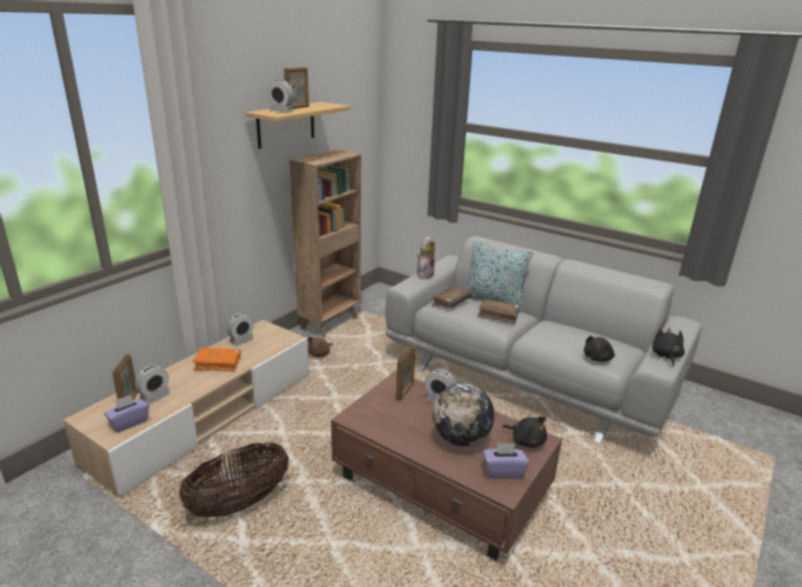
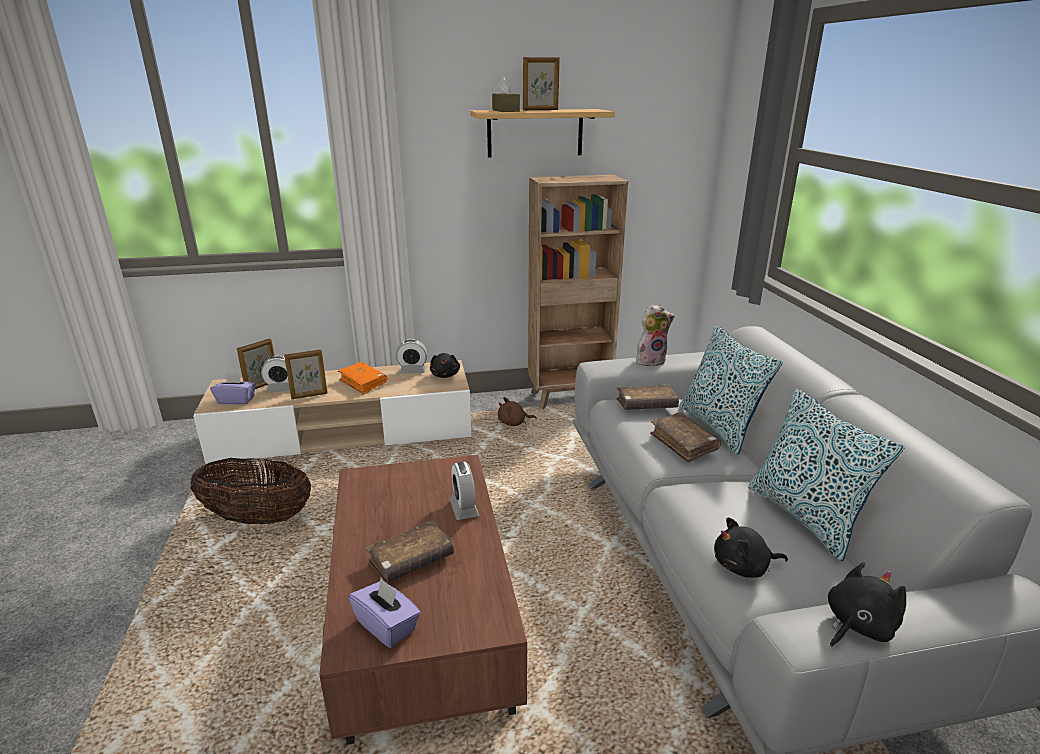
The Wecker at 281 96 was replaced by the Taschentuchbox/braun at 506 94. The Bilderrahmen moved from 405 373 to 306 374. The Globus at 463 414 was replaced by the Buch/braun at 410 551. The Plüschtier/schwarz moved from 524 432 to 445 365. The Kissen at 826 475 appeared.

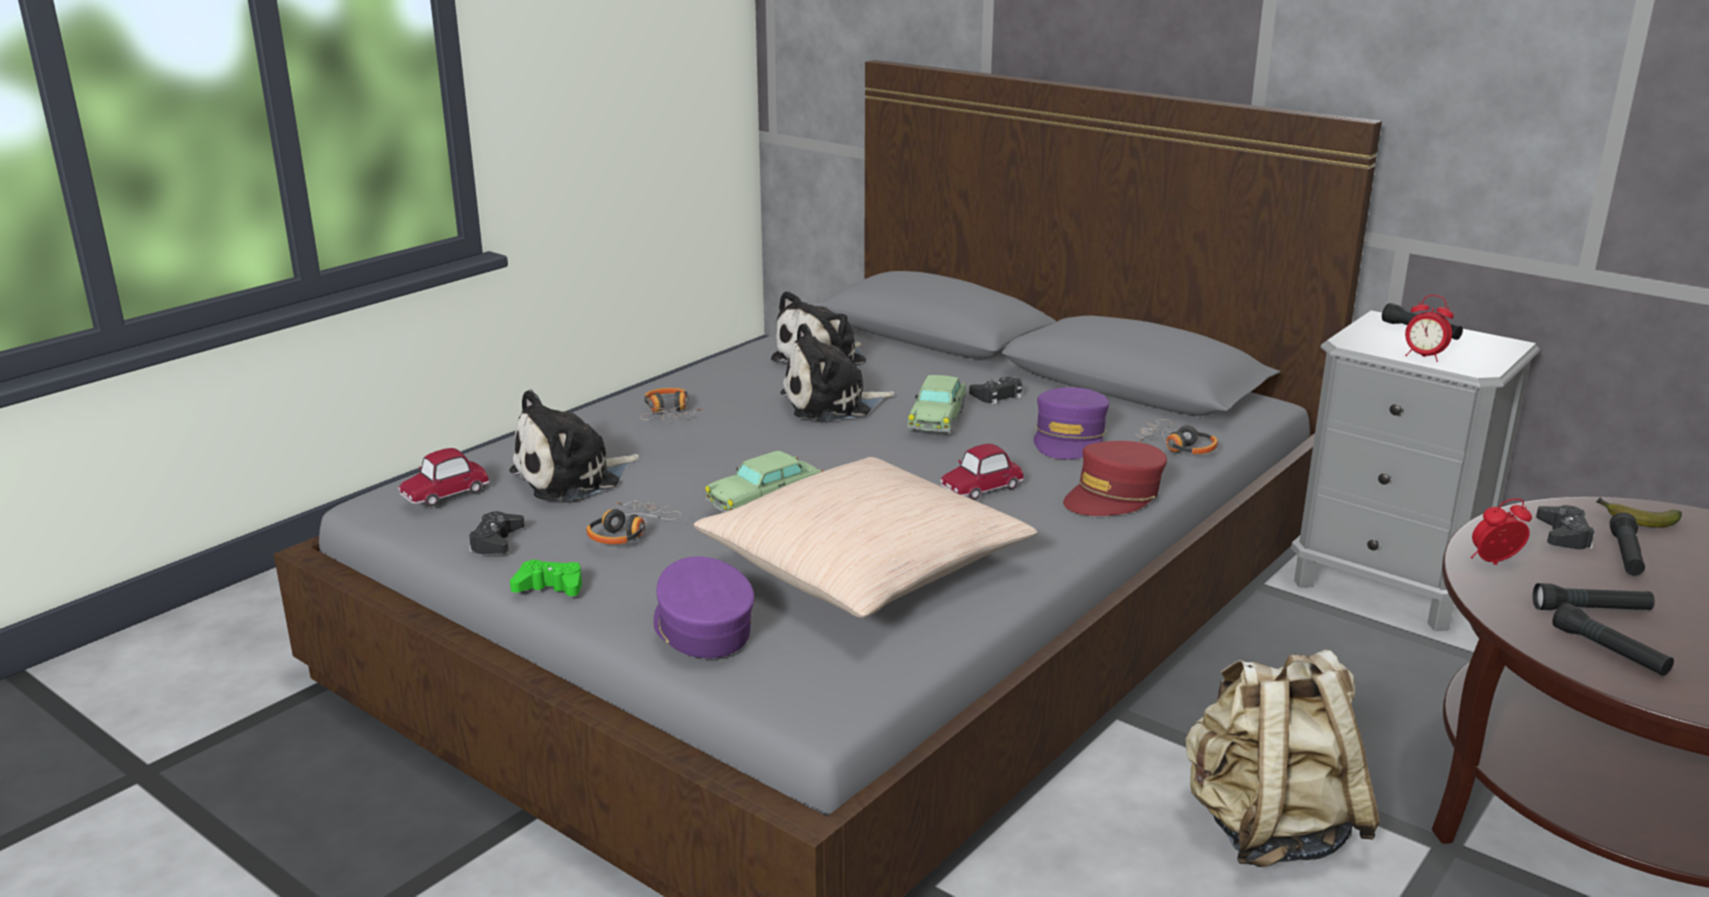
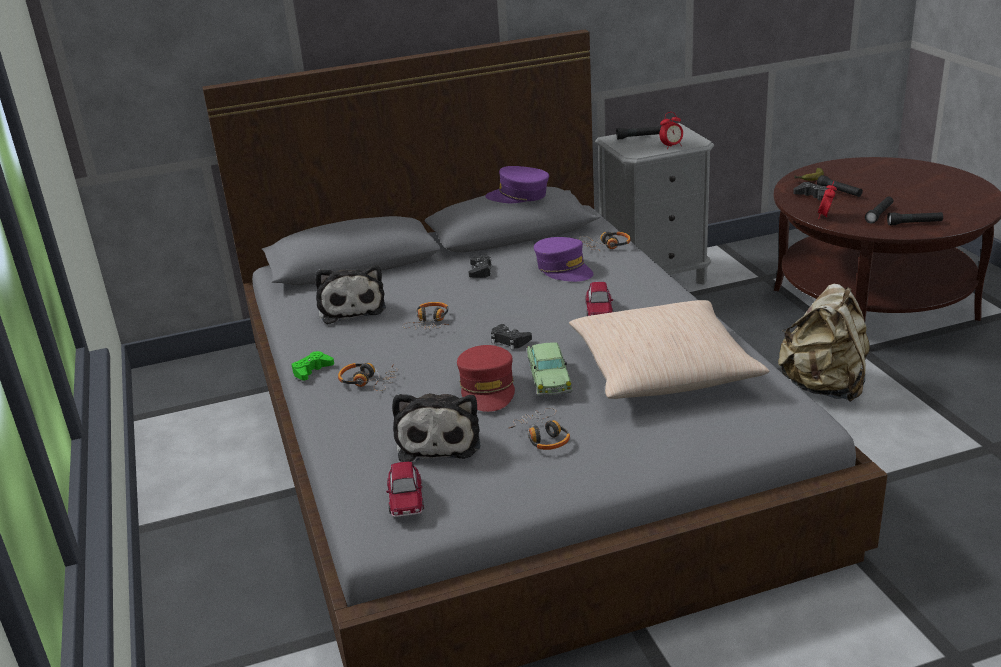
The Gamepad/schwarz moved from 497 532 to 511 337. The Gamepad/grün moved from 546 578 to 313 366. The Kappe/lila moved from 704 607 to 517 184. The Plüschtier at 837 372 was replaced by the Kopfhörer at 425 316. The Spielzeugauto at 936 405 disappeared. The Kappe/rot moved from 1115 478 to 486 378.

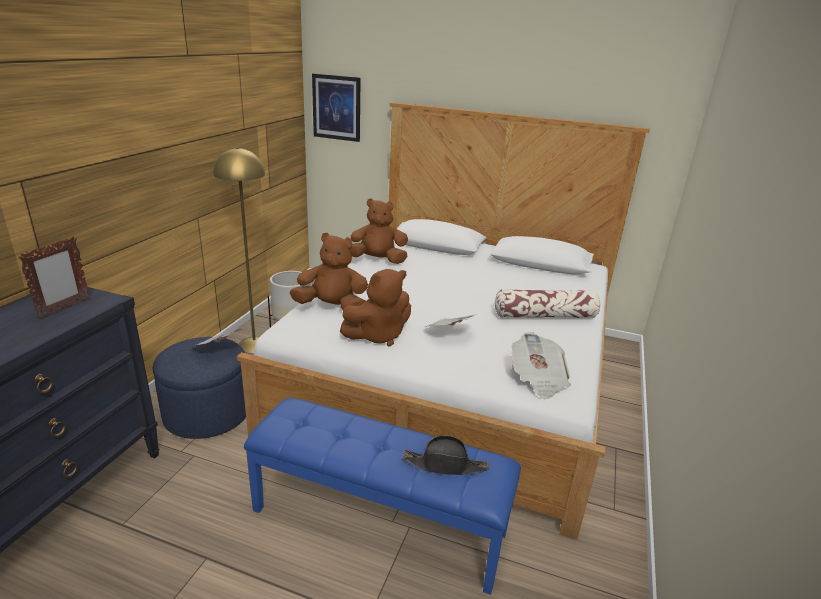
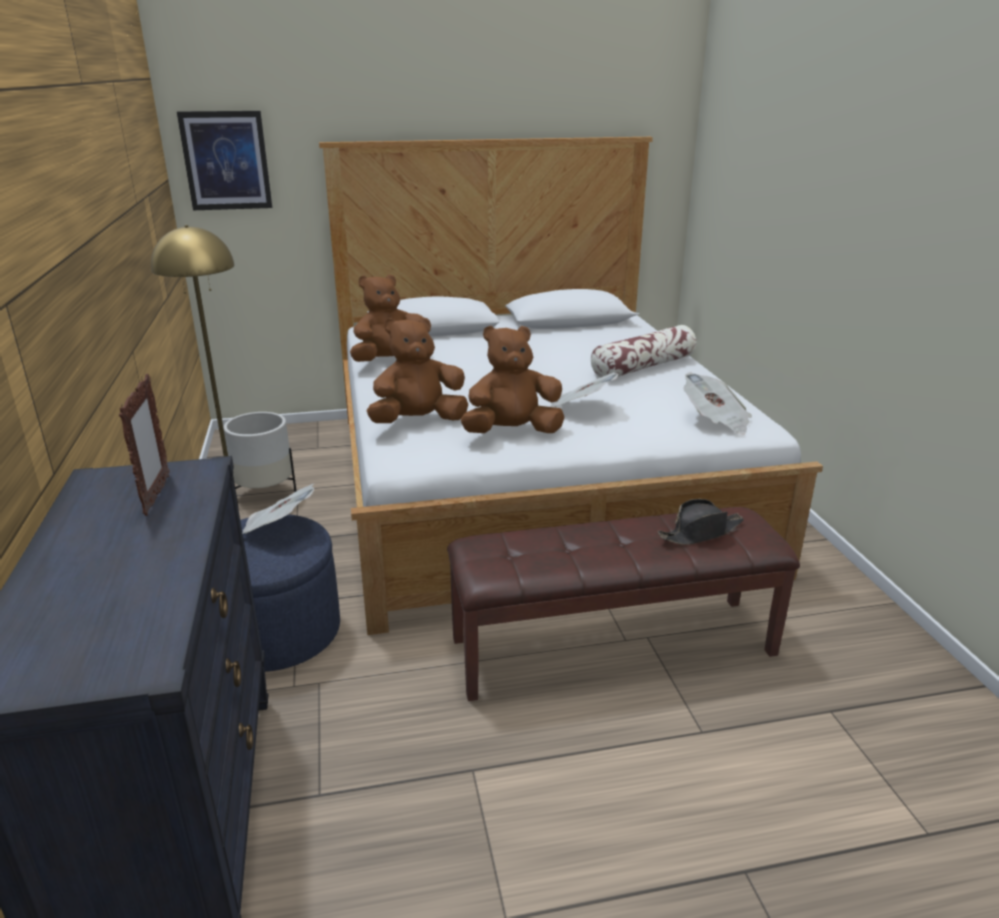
The Bank/blau at 382 496 became the Bank/braun at 623 604. The Plüschtier/braun at 375 308 turned 135 degrees counterclockwise.

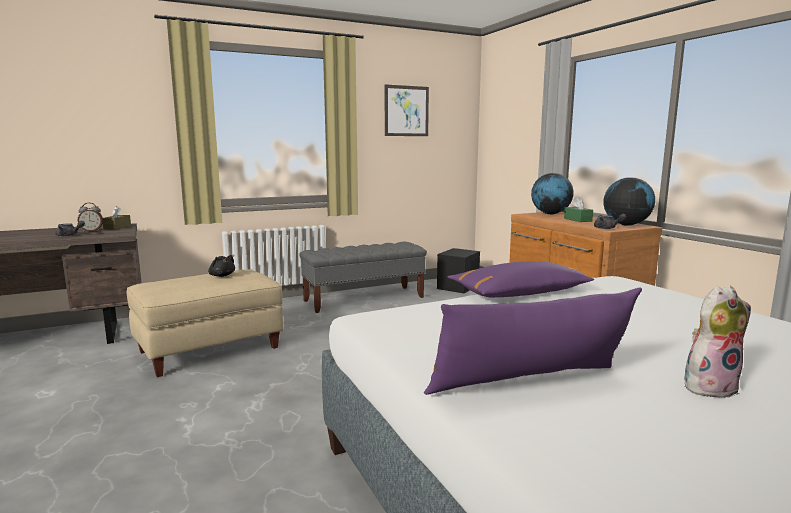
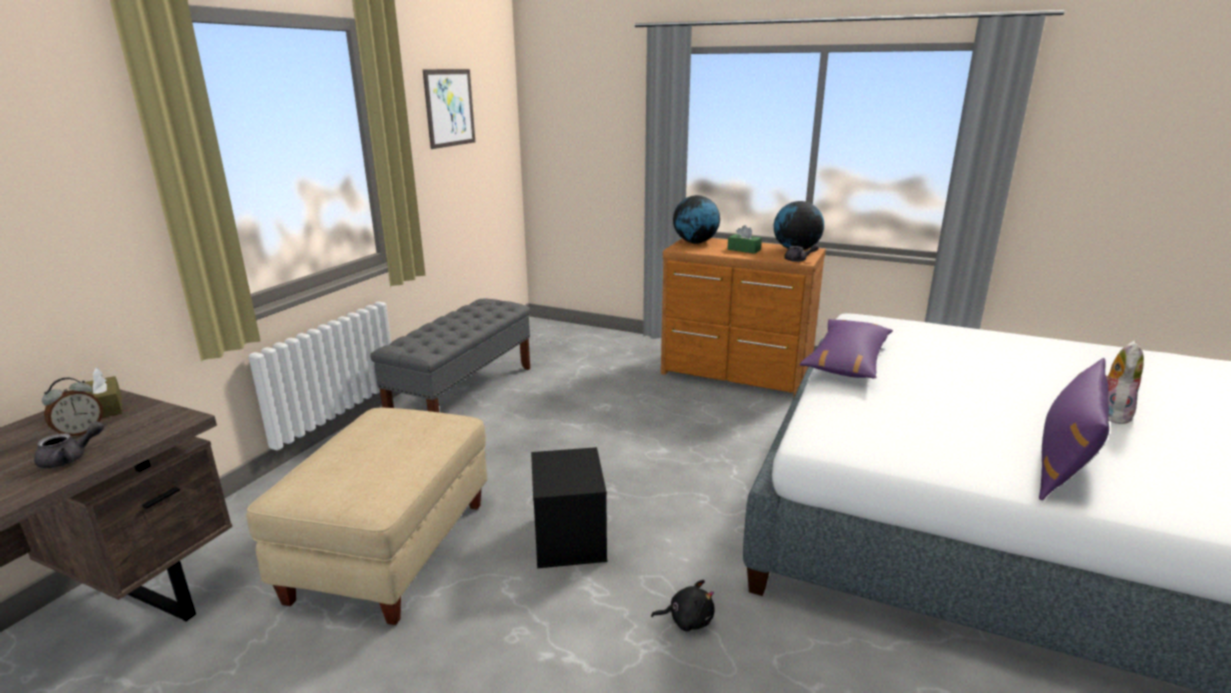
The Plüschtier/schwarz moved from 221 266 to 683 605. The Aufbewahrungsbox/schwarz moved from 458 270 to 569 507.

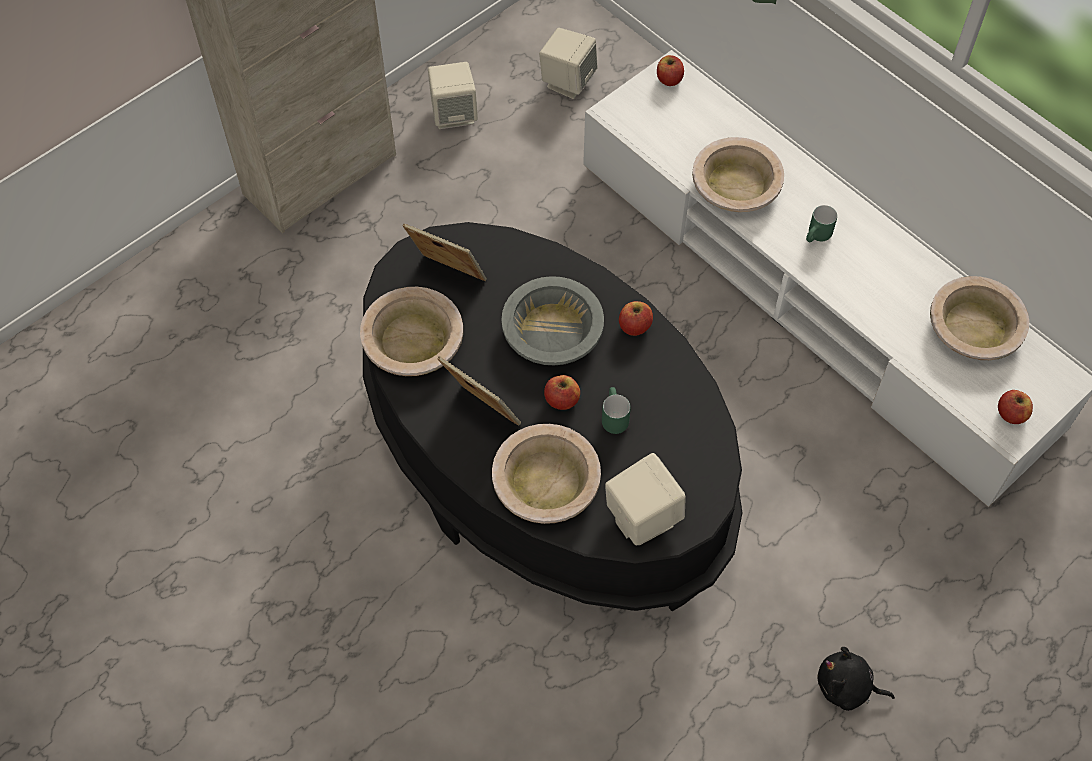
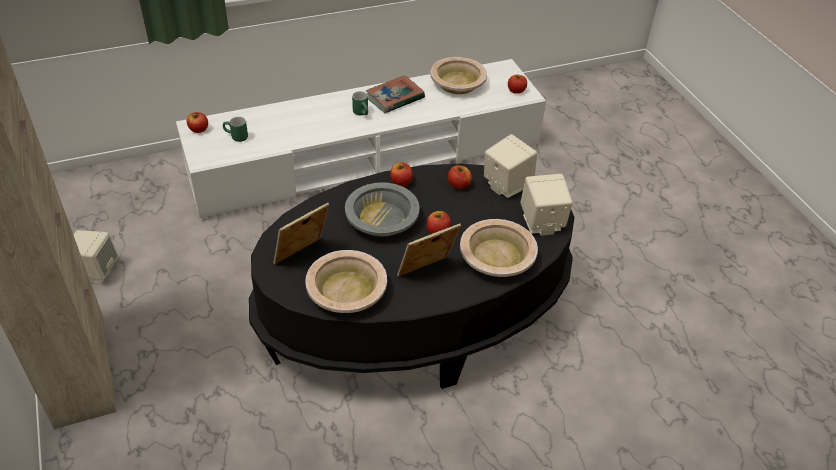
The Lautsprecher/beige moved from 568 63 to 510 166. The Henkelbecher/grün moved from 616 410 to 235 129. The Schüssel/beige at 738 174 disappeared. The Plüschtier/schwarz at 856 679 disappeared. The Buch at 395 94 appeared. The Apfel at 460 177 appeared.

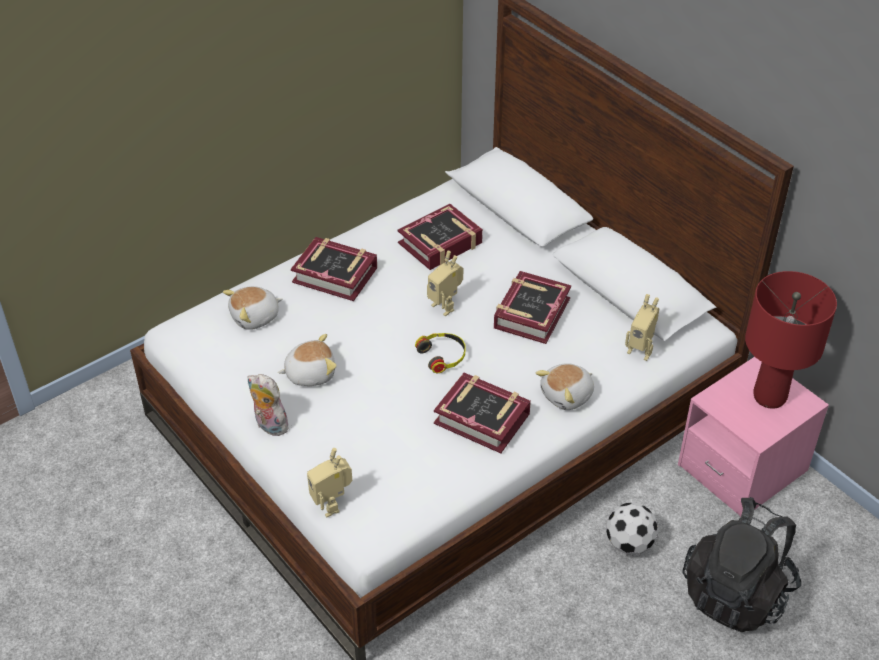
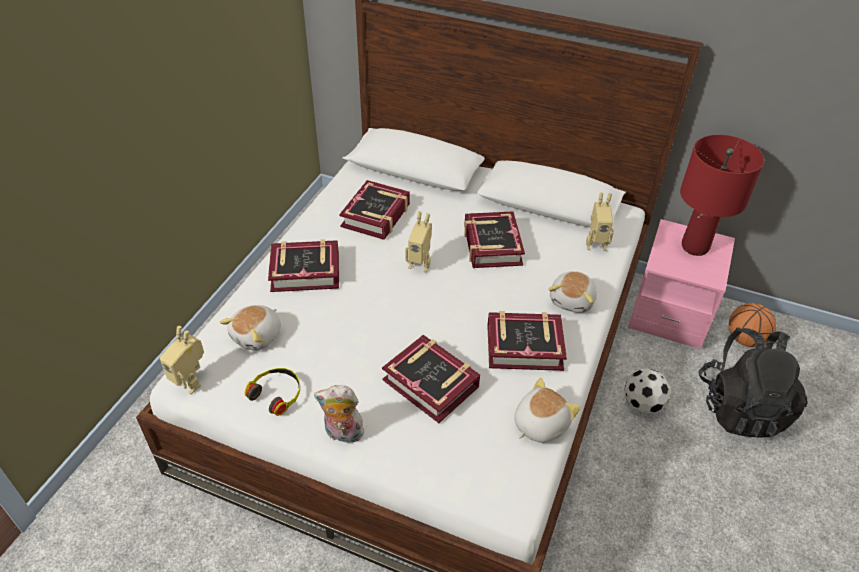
The Plüschtier moved from 307 360 to 547 410. The Spielzeugroboter moved from 329 482 to 182 360. The Kopfhörer moved from 440 353 to 272 392. The Buch at 431 379 appeared. The Basketball at 752 325 appeared.

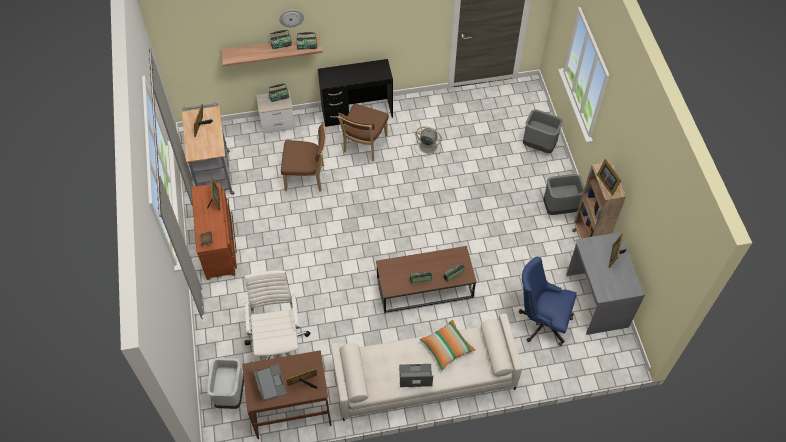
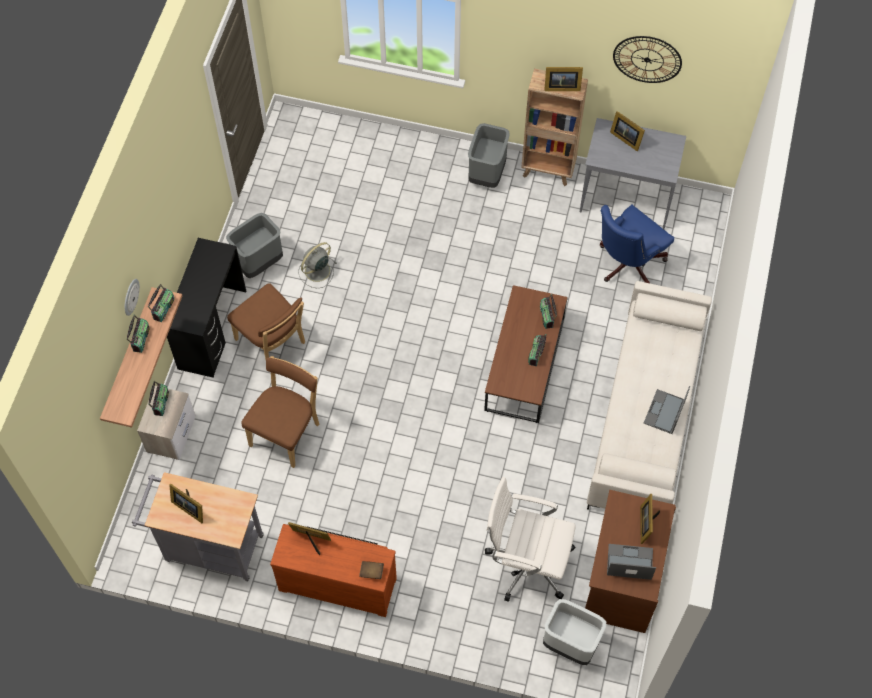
The Kissen at 447 345 disappeared. The Mülleimer/grau moved from 543 131 to 254 245. The Wanduhr at 647 59 appeared.

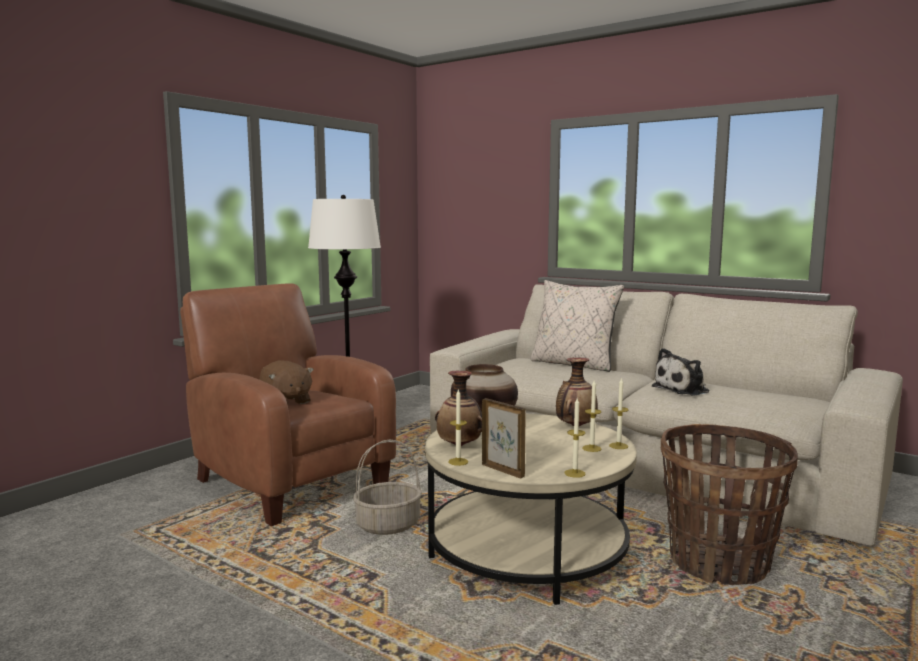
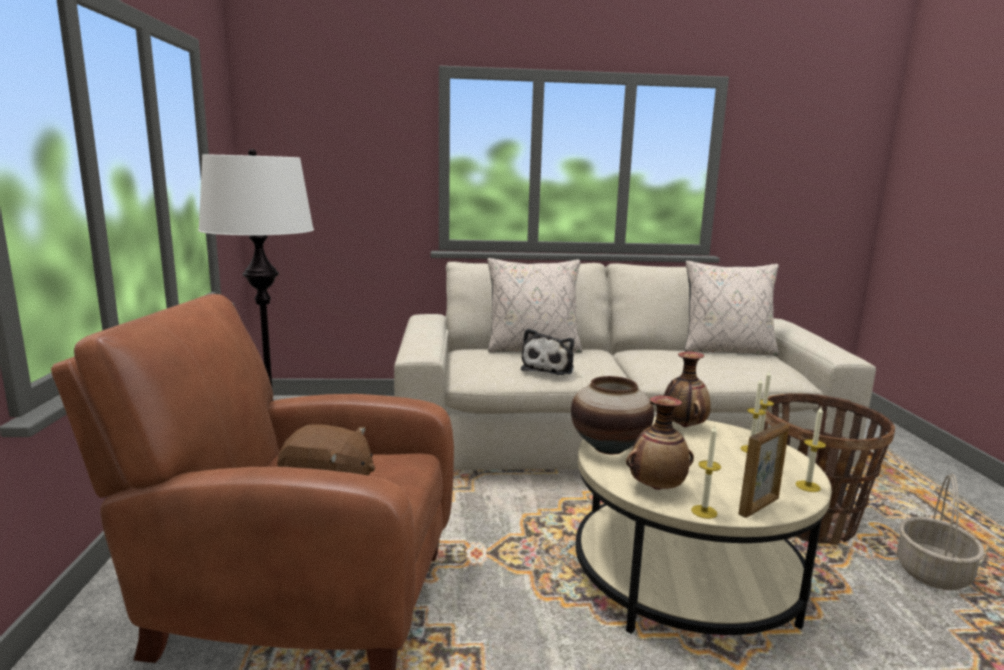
The Korb moved from 387 487 to 941 532. The Bilderrahmen at 504 438 turned 135 degrees clockwise. The Plüschtier moved from 680 372 to 547 351. The Kissen/beige at 731 308 appeared.

